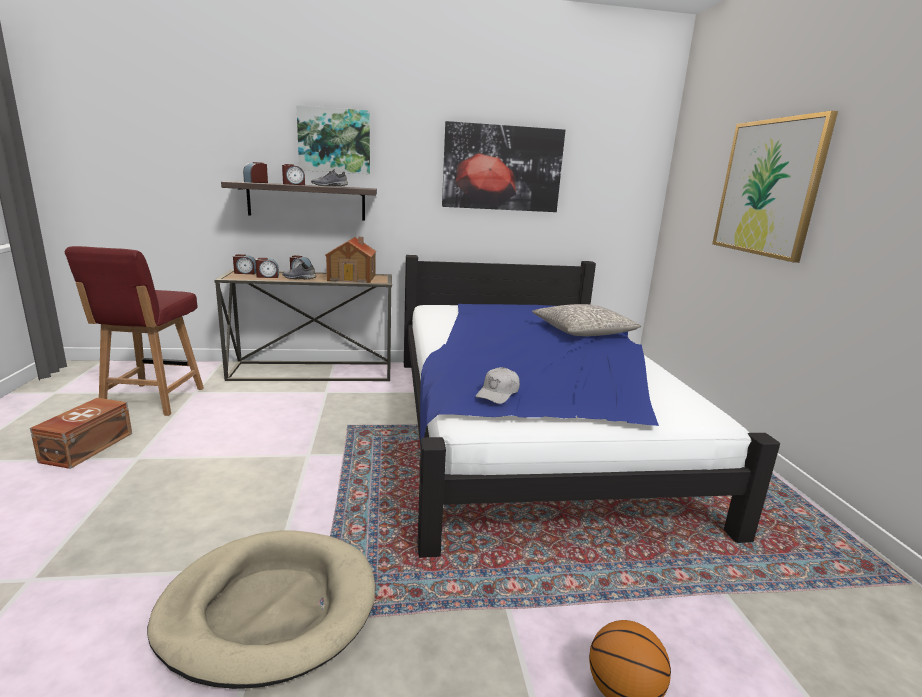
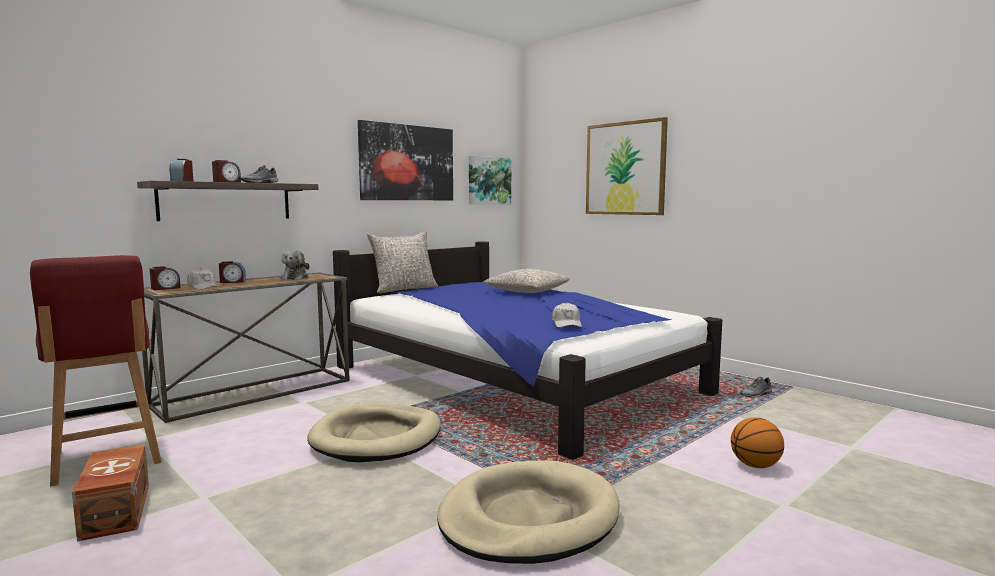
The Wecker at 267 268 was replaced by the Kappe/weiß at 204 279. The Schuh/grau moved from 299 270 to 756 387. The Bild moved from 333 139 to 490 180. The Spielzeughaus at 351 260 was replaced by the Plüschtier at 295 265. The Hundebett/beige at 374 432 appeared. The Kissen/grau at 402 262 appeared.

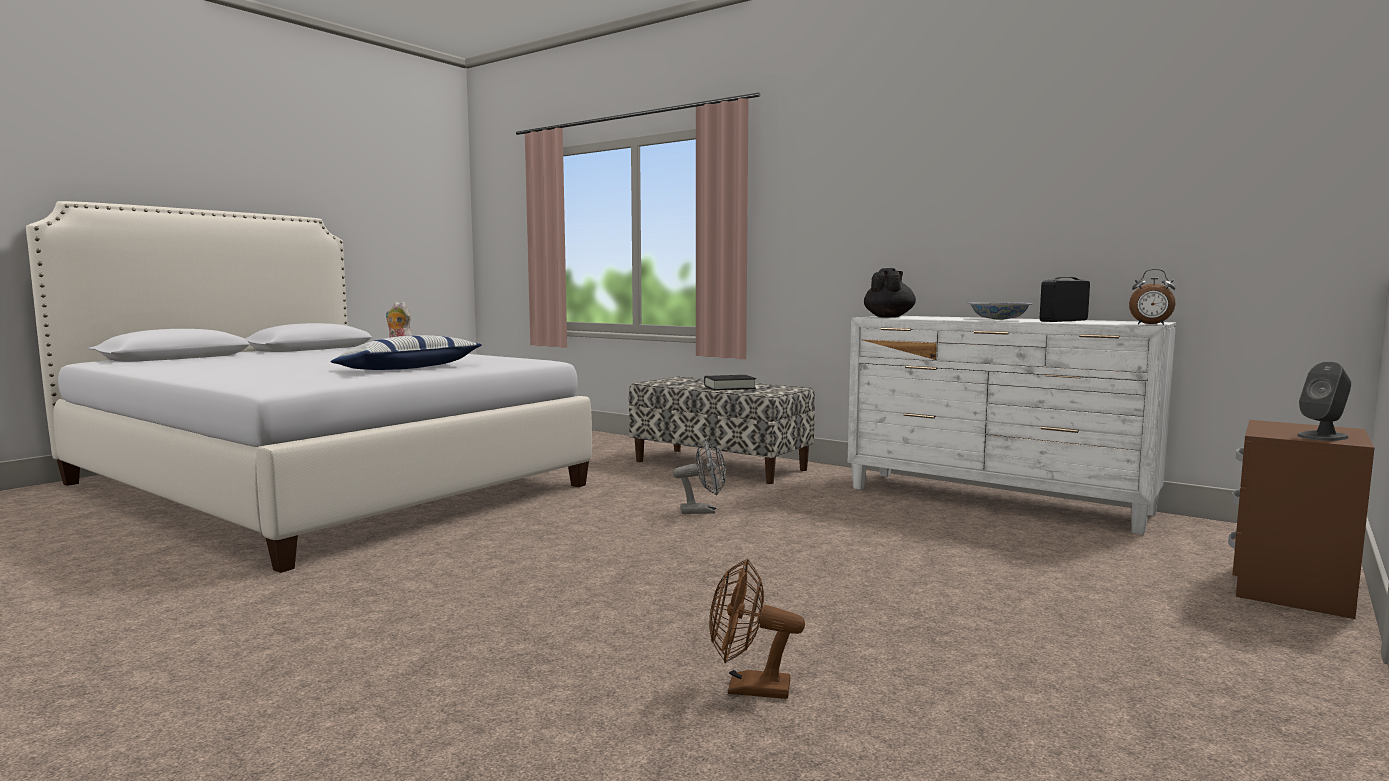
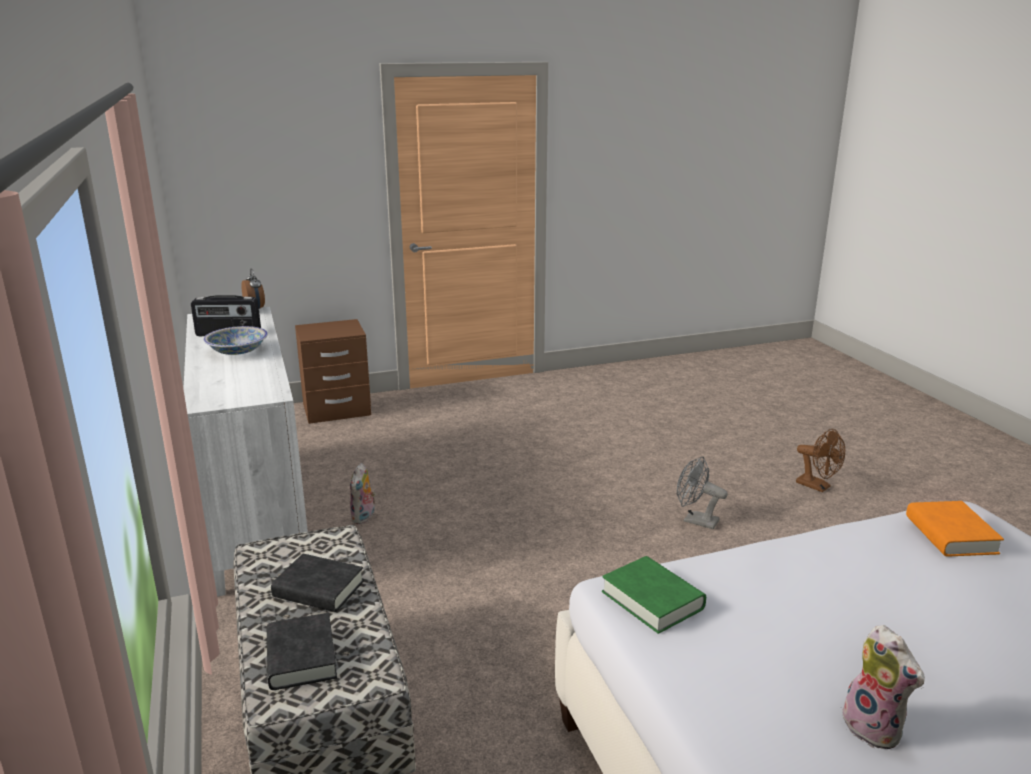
The Kissen at 406 352 disappeared. The Ventilator/grau moved from 699 476 to 702 492. The Ventilator/braun moved from 757 628 to 820 460. The Teekanne/schwarz at 890 293 disappeared. The Lautsprecher/grau at 1324 401 disappeared. The Buch/schwarz at 302 651 appeared. The Plüschtier at 363 493 appeared. The Buch/grün at 654 595 appeared. The Buch/orange at 955 529 appeared.

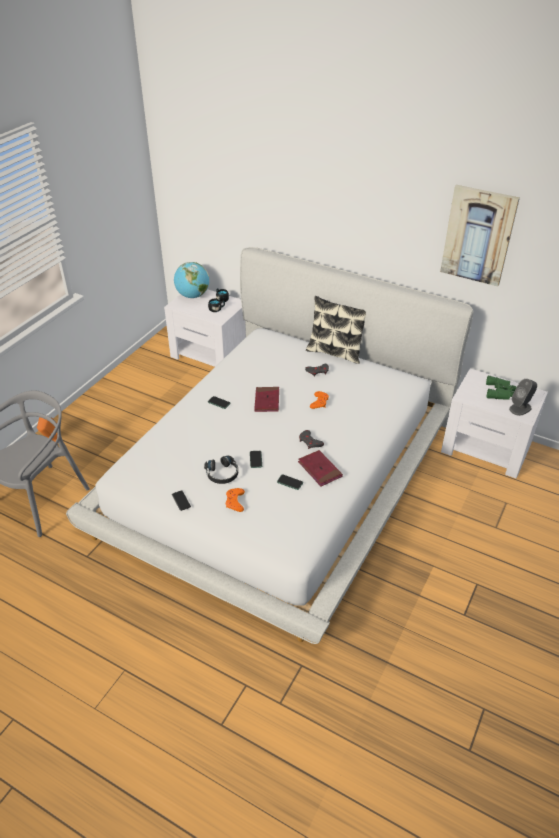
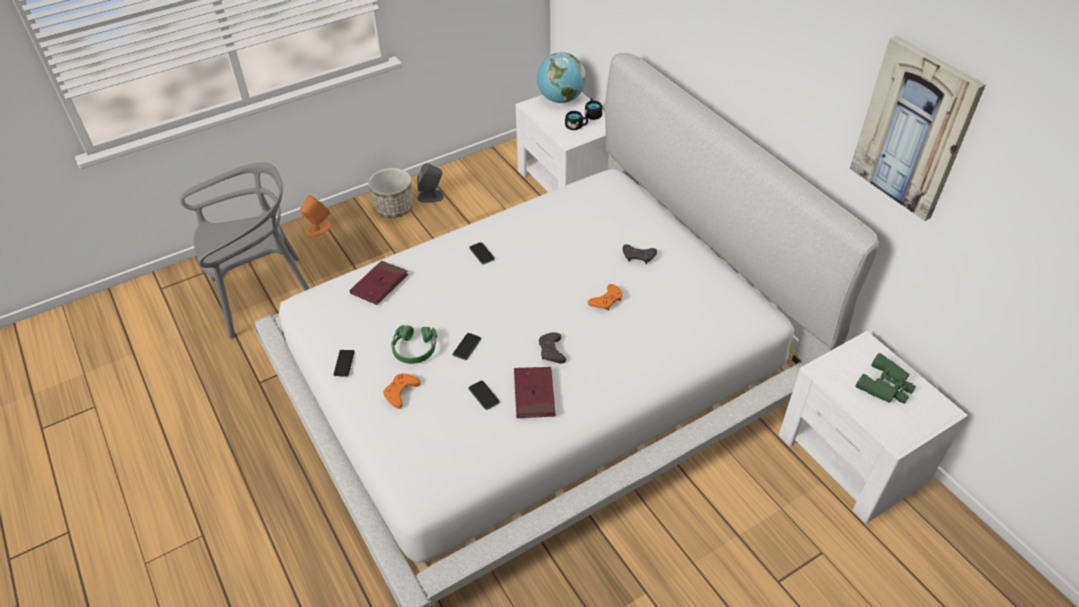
The Kopfhörer/schwarz at 221 469 became the Kopfhörer/grün at 414 344. The Buch/rot moved from 266 399 to 379 283. The Kissen at 336 330 disappeared. The Lautsprecher/grau moved from 523 397 to 430 183. The Pflanzkübel at 390 193 appeared.

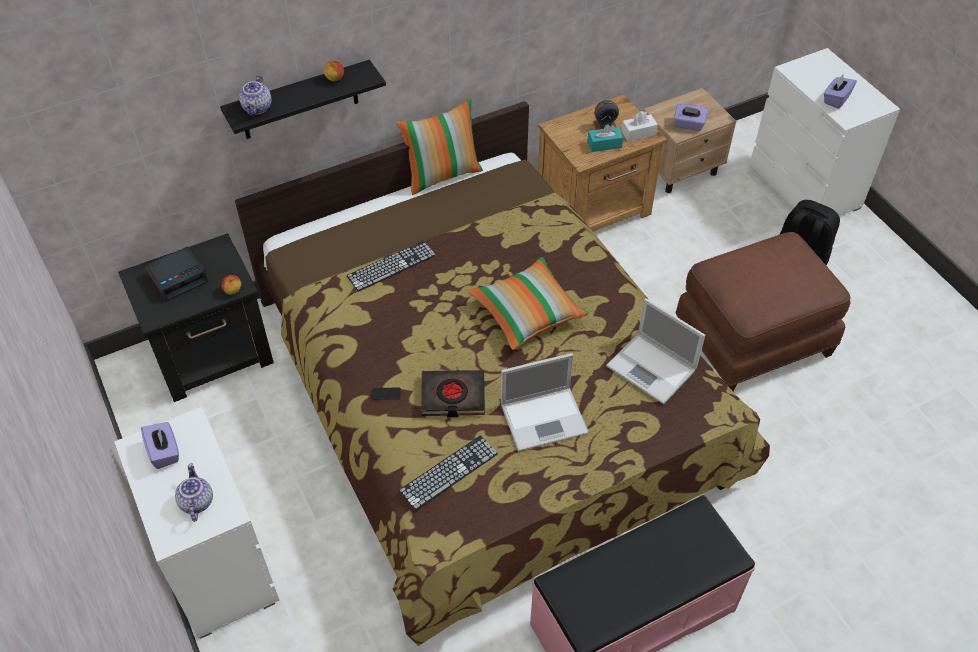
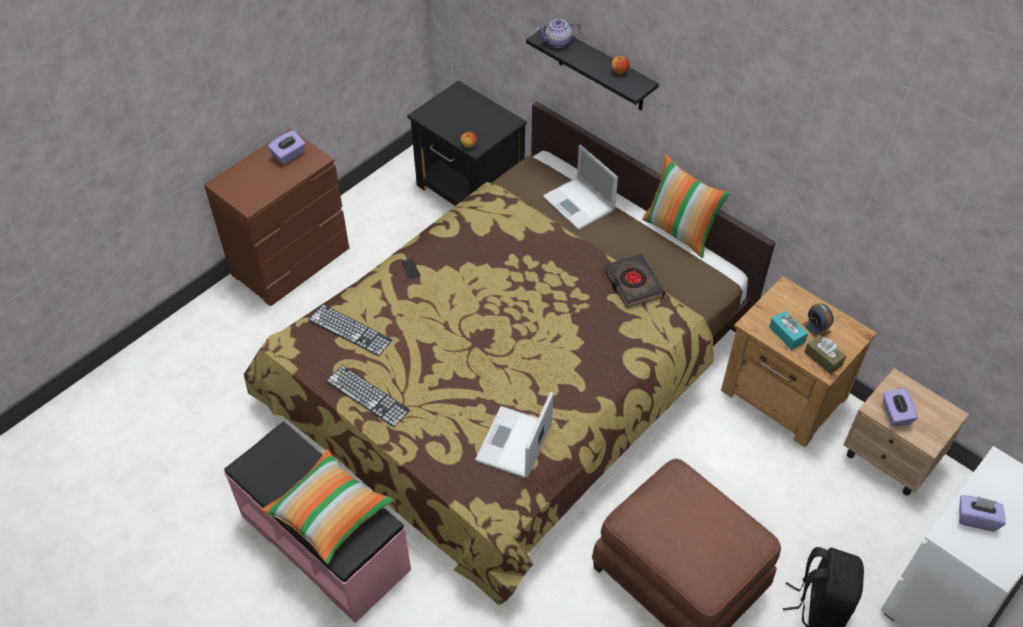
The Kommode/weiß at 197 523 became the Kommode/braun at 276 217. The Wecker at 177 273 disappeared. The Teekanne at 194 492 disappeared. The Tastatur moved from 391 266 to 368 396. The Buch/schwarz moved from 453 393 to 634 281. The Kissen moved from 528 303 to 328 506. The Laptop moved from 545 402 to 580 187. The Taschentuchbox/weiß at 639 126 became the Taschentuchbox/braun at 825 354.

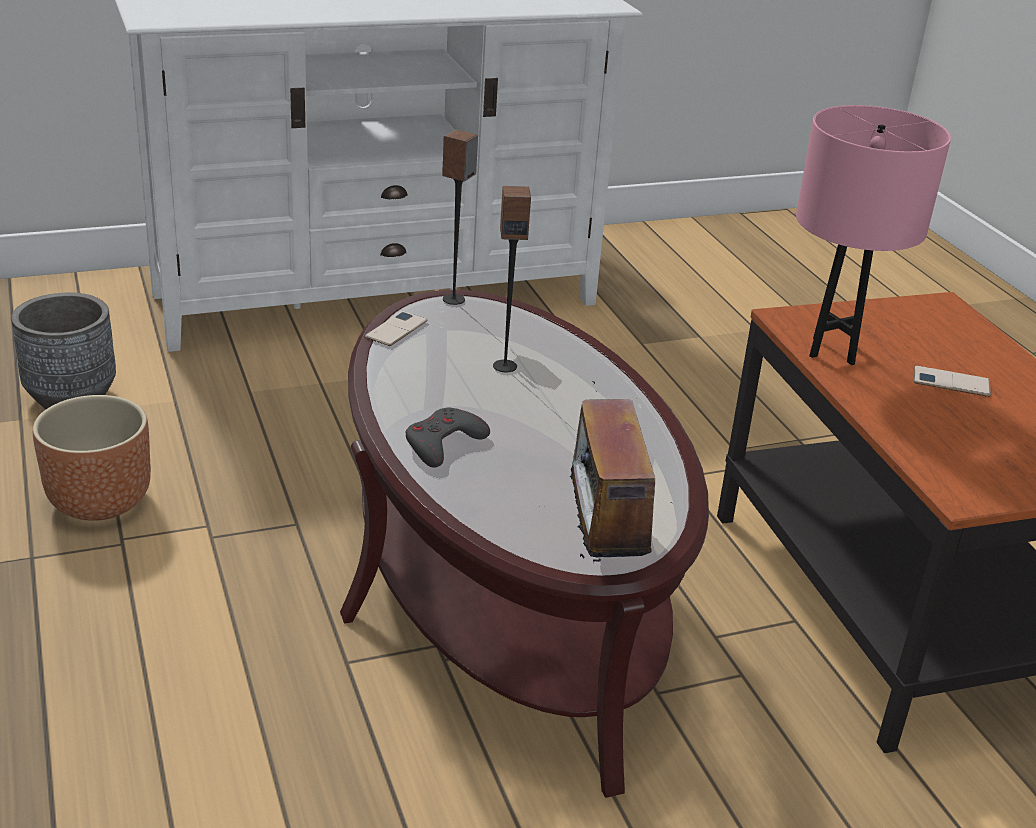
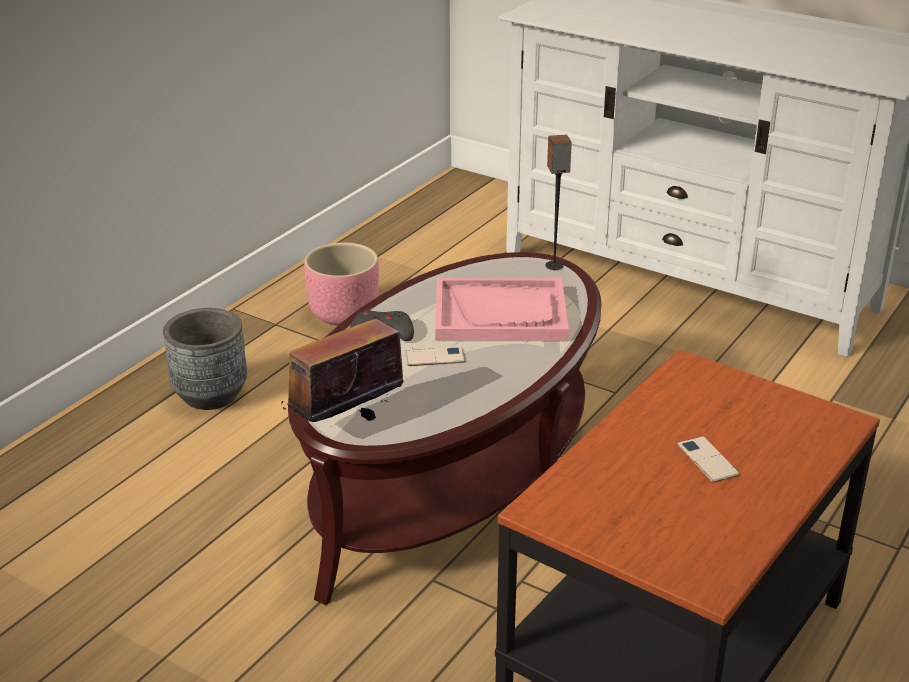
The Pflanzkübel/grau moved from 63 351 to 205 359. The Pflanzkübel/braun at 92 458 became the Pflanzkübel/rosa at 341 284. The Handy moved from 396 328 to 435 356. The Lautsprecher at 512 279 was replaced by the Tablett/rosa at 502 309. The Tischlampe/rosa at 873 235 disappeared.

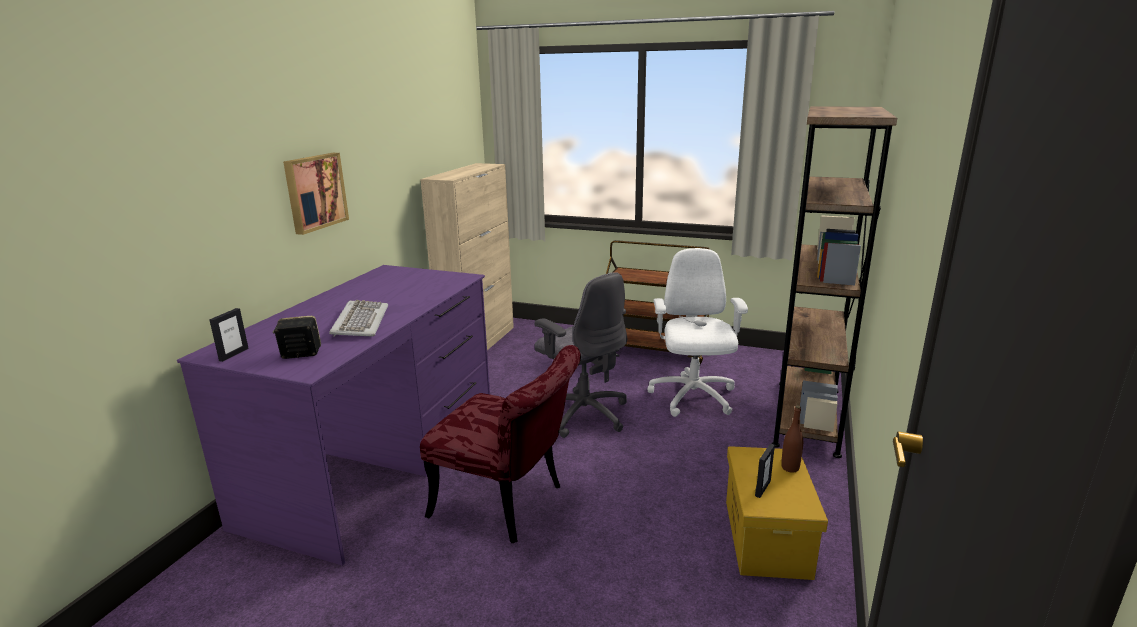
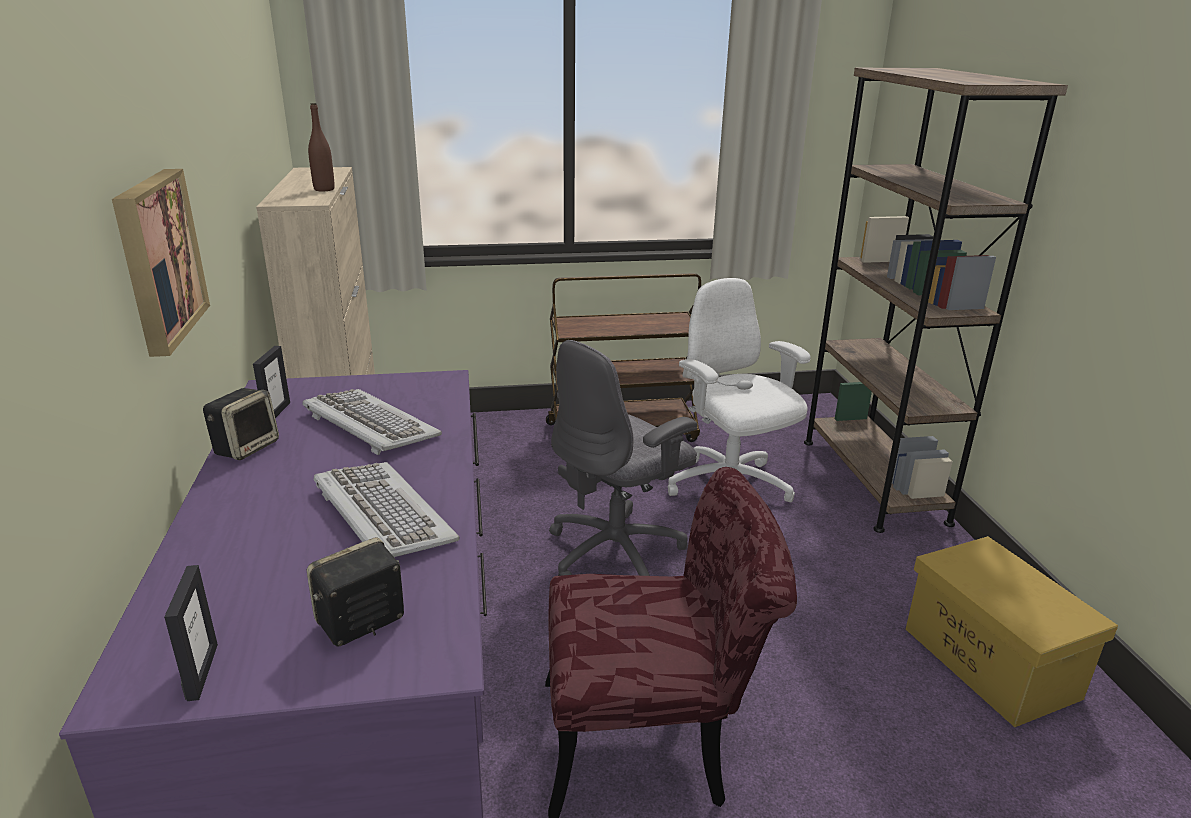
The Bürostuhl/grau at 580 355 turned 120 degrees clockwise. The Bilderrahmen moved from 765 471 to 271 382. The Flasche/braun moved from 792 439 to 321 147. The Lautsprecher at 241 424 appeared. The Tastatur at 372 422 appeared.

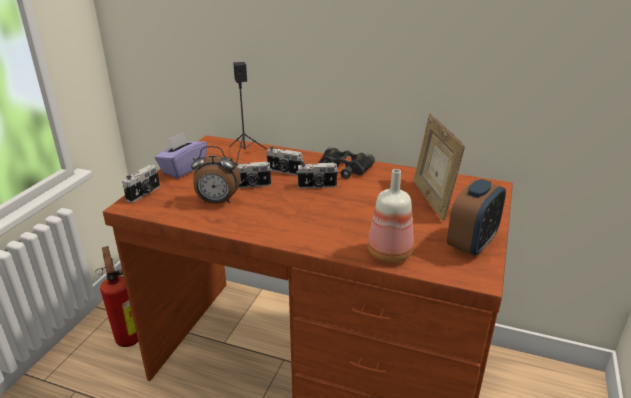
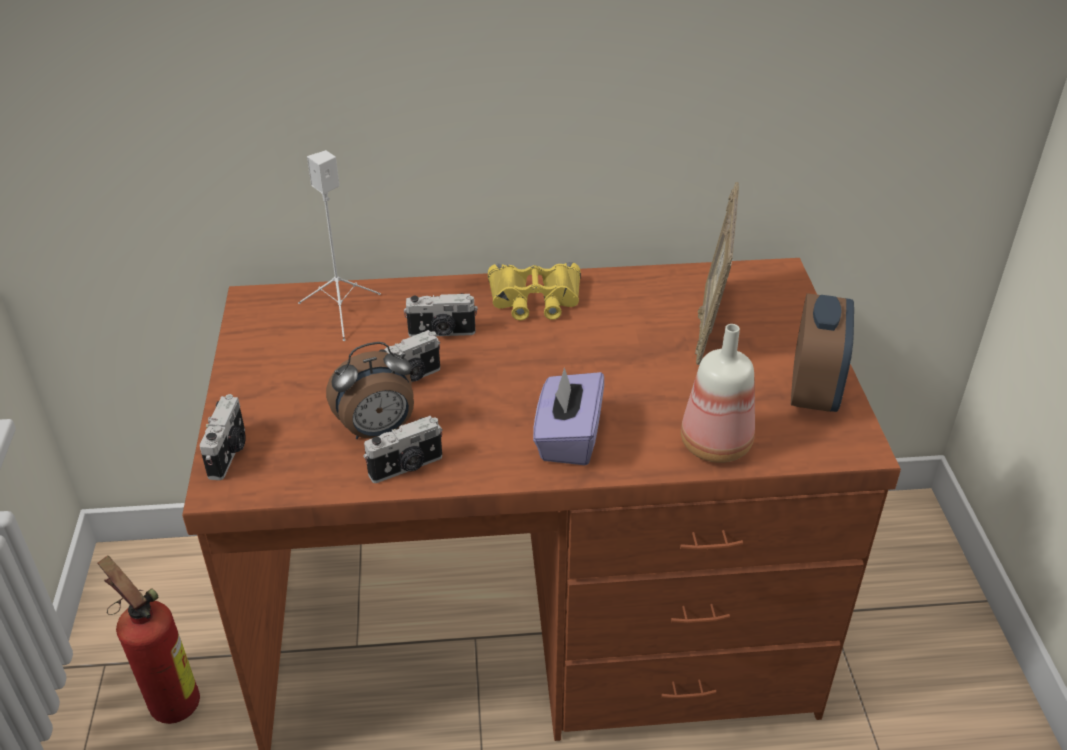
The Taschentuchbox/lila moved from 181 155 to 568 416. The Lautsprecher/schwarz at 248 112 became the Lautsprecher/weiß at 339 245. The Kamera moved from 317 176 to 403 449. The Fernglas/schwarz at 346 163 became the Fernglas/gelb at 534 291. The Bilderrahmen at 439 166 turned 45 degrees clockwise.

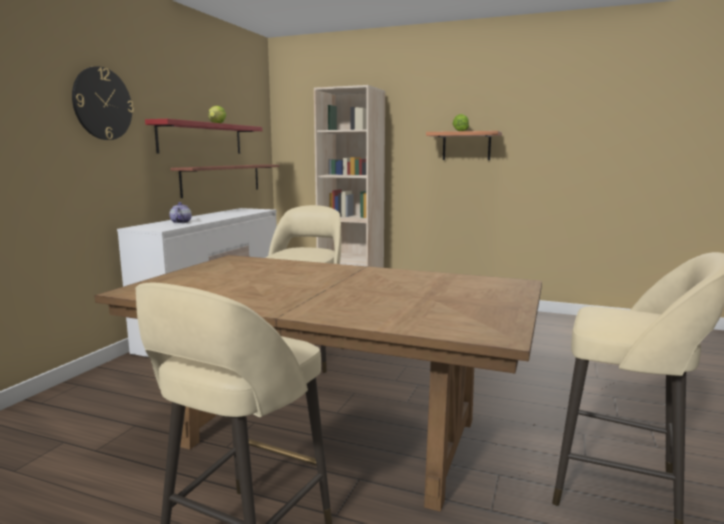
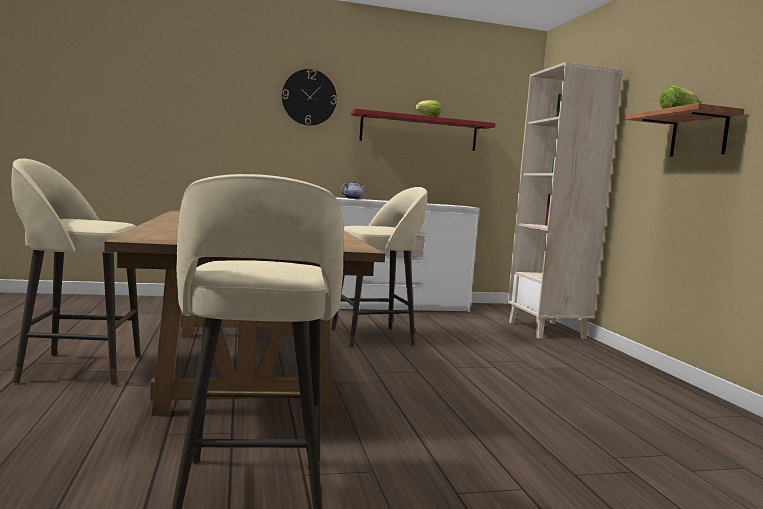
The Wandregal at 225 181 disappeared.

